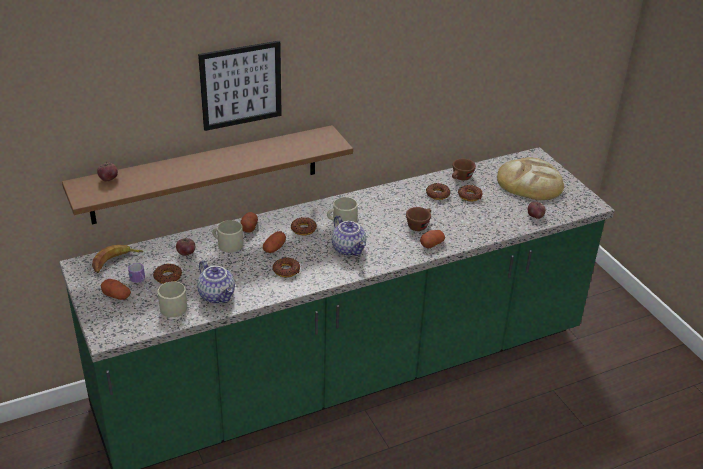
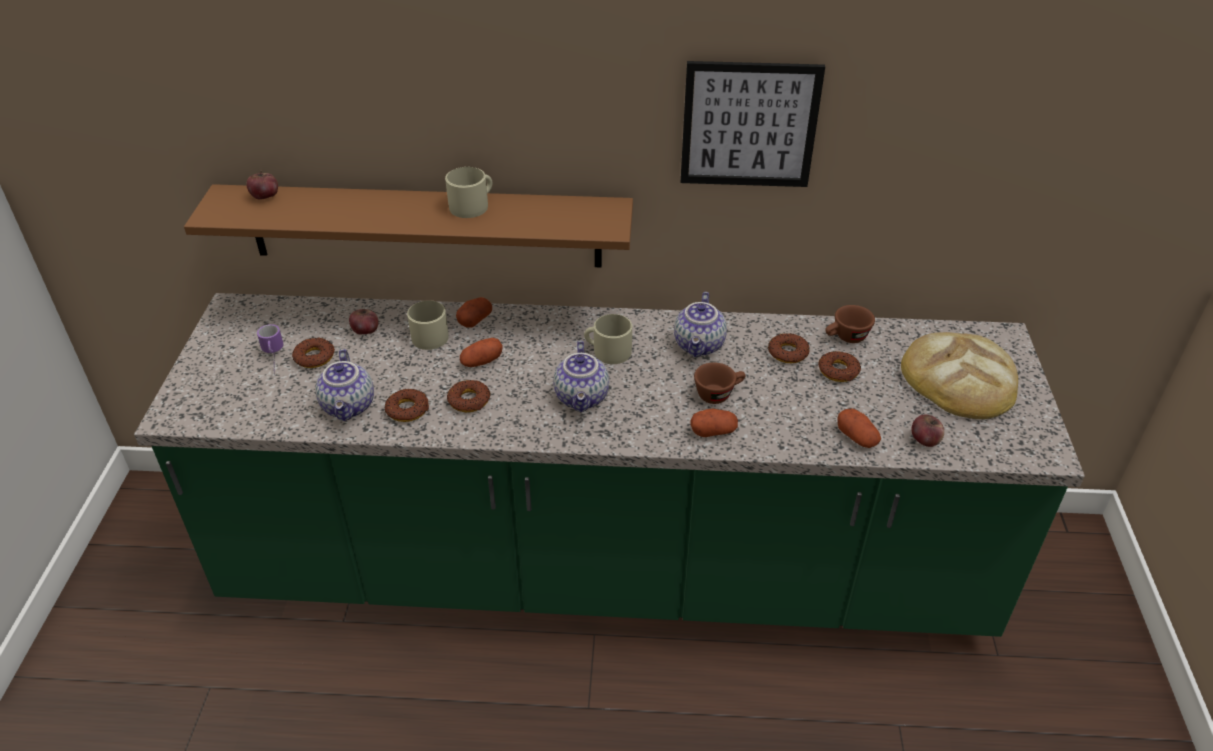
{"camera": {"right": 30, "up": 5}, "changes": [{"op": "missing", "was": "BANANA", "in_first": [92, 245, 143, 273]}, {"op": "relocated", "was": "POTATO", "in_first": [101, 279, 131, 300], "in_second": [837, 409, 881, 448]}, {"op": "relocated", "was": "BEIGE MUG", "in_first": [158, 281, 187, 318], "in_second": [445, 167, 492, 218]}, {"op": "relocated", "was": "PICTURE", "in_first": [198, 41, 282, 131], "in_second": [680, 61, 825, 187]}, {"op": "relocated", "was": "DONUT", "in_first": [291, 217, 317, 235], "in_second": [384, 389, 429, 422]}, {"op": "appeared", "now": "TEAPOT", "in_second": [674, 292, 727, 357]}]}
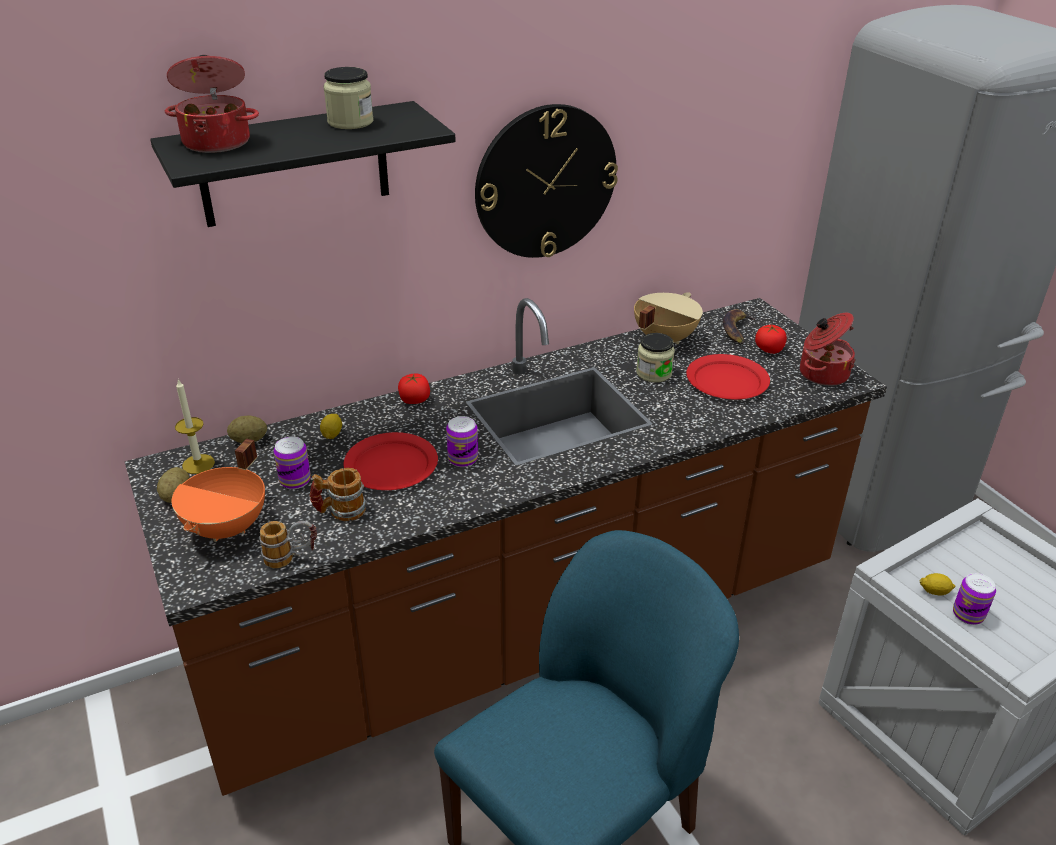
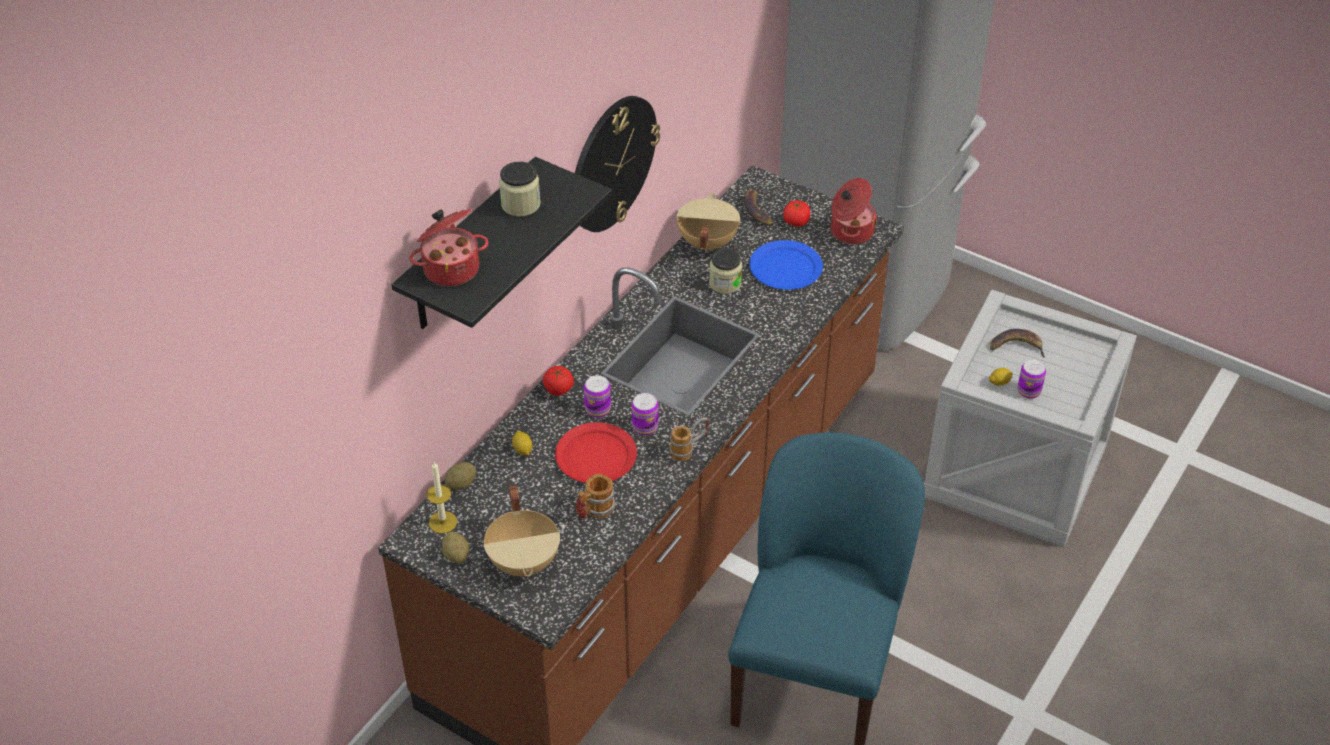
{"camera": {"right": -30, "up": 10}, "changes": [{"op": "colour", "was": "ORANGE COOKING POT", "now": "BEIGE COOKING POT", "in_first": [172, 439, 265, 542], "in_second": [483, 485, 560, 577]}, {"op": "relocated", "was": "MUG", "in_first": [259, 521, 317, 568], "in_second": [669, 417, 710, 461]}, {"op": "relocated", "was": "CAN", "in_first": [274, 437, 311, 489], "in_second": [584, 375, 611, 418]}, {"op": "colour", "was": "RED PLATE", "now": "BLUE PLATE", "in_first": [686, 354, 770, 400], "in_second": [749, 240, 823, 290]}, {"op": "appeared", "now": "BANANA", "in_second": [990, 329, 1045, 358]}]}
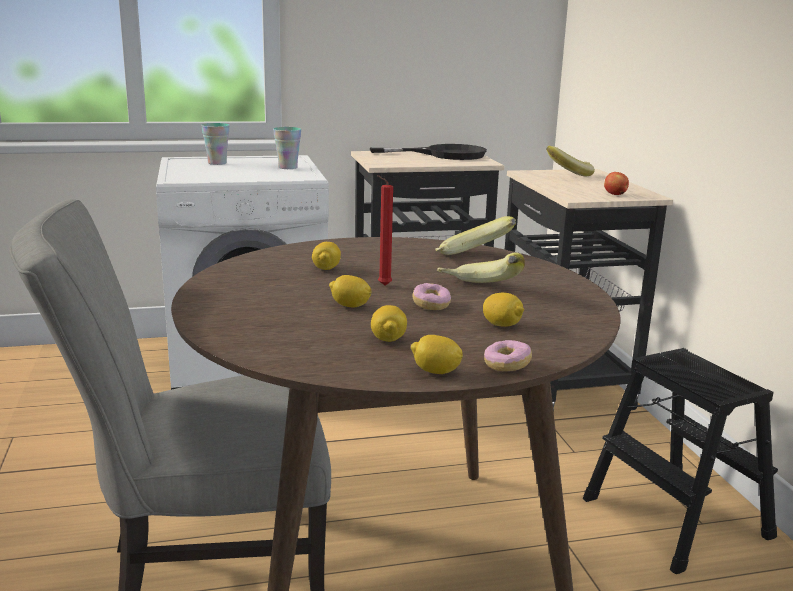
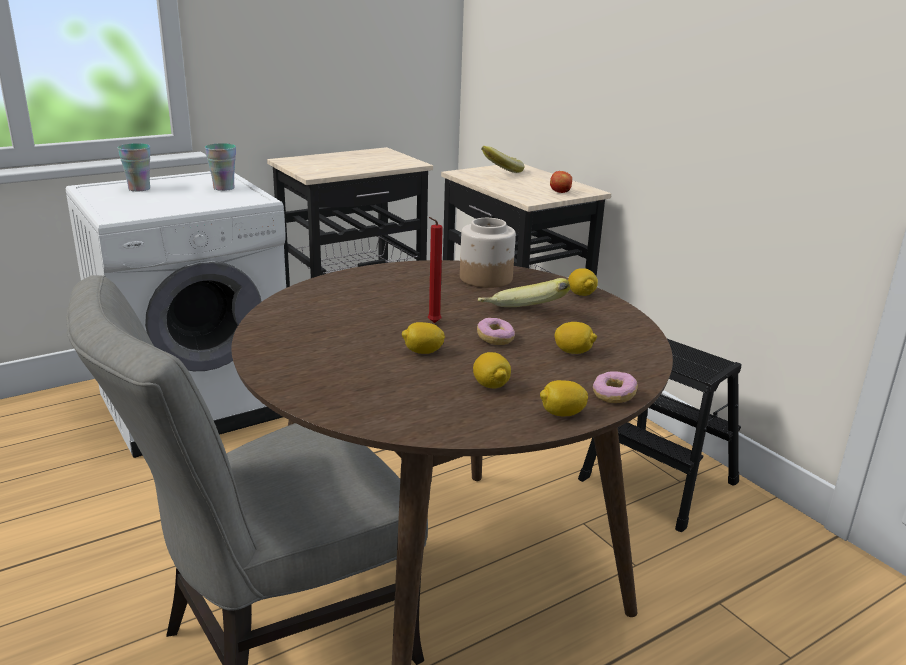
{"camera": {"right": -20, "up": 5}, "changes": [{"op": "relocated", "was": "LEMON", "in_first": [312, 242, 341, 270], "in_second": [568, 268, 598, 296]}, {"op": "missing", "was": "BLACK FRYING PAN", "in_first": [369, 144, 487, 160]}, {"op": "exchanged", "was": "BANANA", "now": "JAR", "in_first": [435, 216, 516, 255], "in_second": [460, 218, 516, 288]}]}
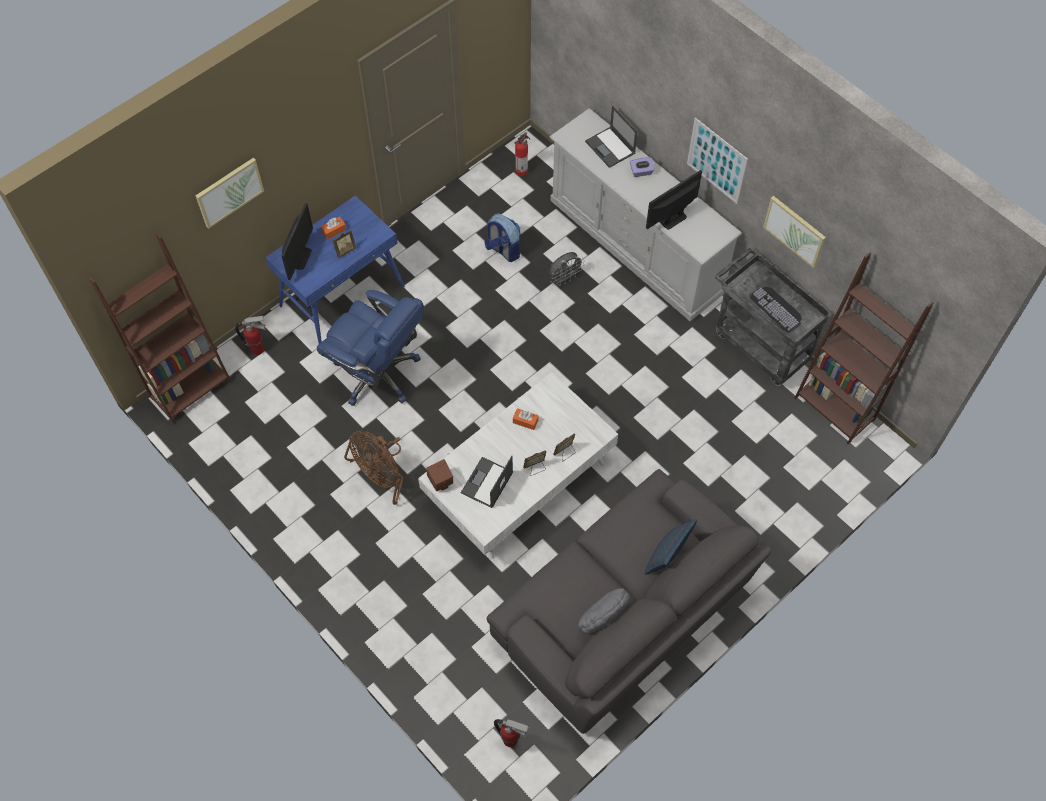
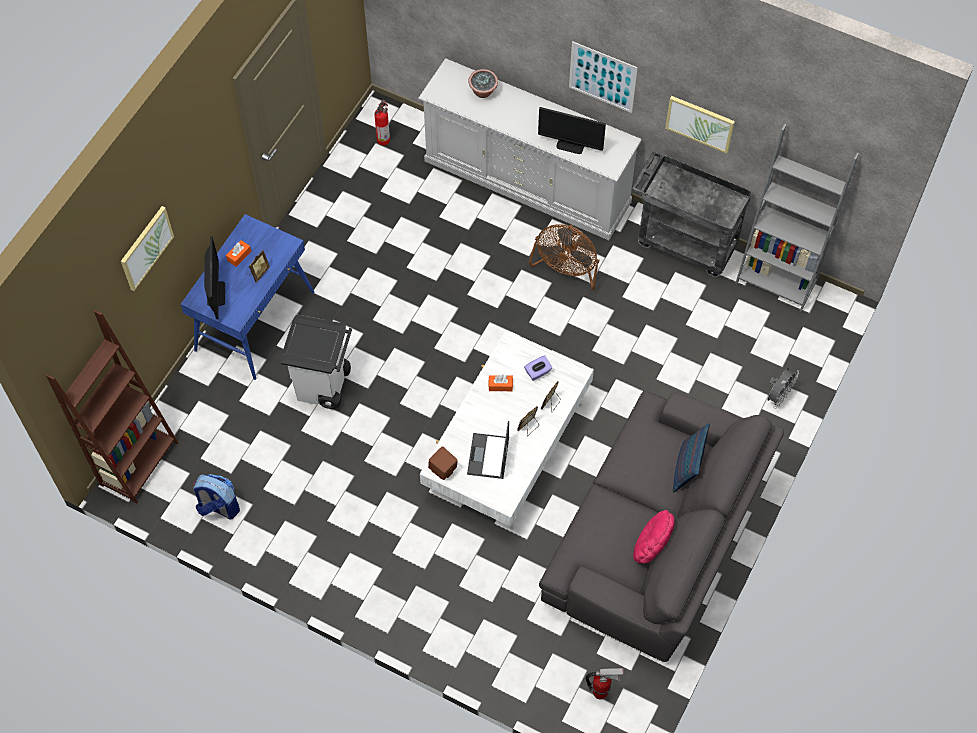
{"camera": {"right": -20, "up": 0}, "changes": [{"op": "missing", "was": "FIRE EXTINGUISHER", "in_first": [235, 315, 266, 355]}, {"op": "exchanged", "was": "BLUE OFFICE CHAIR", "now": "WHITE TRASH CAN", "in_first": [317, 290, 424, 406], "in_second": [281, 314, 352, 409]}, {"op": "relocated", "was": "BROWN FAN", "in_first": [344, 431, 403, 505], "in_second": [529, 224, 599, 290]}, {"op": "relocated", "was": "BACKPACK", "in_first": [484, 213, 520, 262], "in_second": [193, 474, 240, 520]}, {"op": "relocated", "was": "GREY FAN", "in_first": [548, 252, 584, 286], "in_second": [767, 368, 799, 408]}, {"op": "colour", "was": "GREY PILLOW", "now": "PINK PILLOW", "in_first": [579, 588, 629, 633], "in_second": [633, 510, 675, 564]}, {"op": "exchanged", "was": "LAPTOP", "now": "POTTED PLANT", "in_first": [585, 106, 638, 168], "in_second": [468, 69, 498, 98]}, {"op": "relocated", "was": "PURPLE TISSUE BOX", "in_first": [630, 157, 655, 177], "in_second": [524, 355, 552, 381]}, {"op": "spun", "was": "MONITOR", "in_first": [646, 170, 702, 229], "in_second": [538, 107, 606, 154], "clockwise": -105}, {"op": "missing", "was": "KEYBOARD", "in_first": [749, 287, 802, 333]}, {"op": "colour", "was": "BROWN BOOKCASE", "now": "GREY BOOKCASE", "in_first": [794, 252, 934, 444], "in_second": [735, 124, 859, 312]}]}
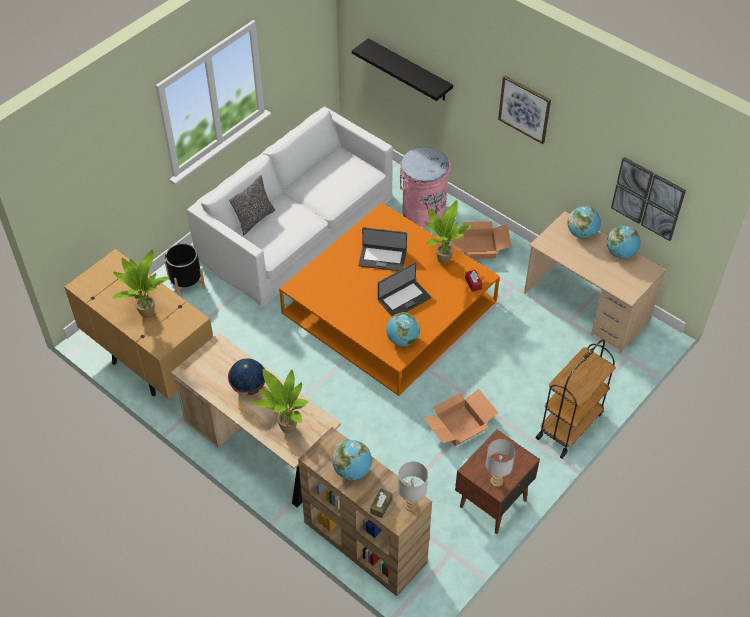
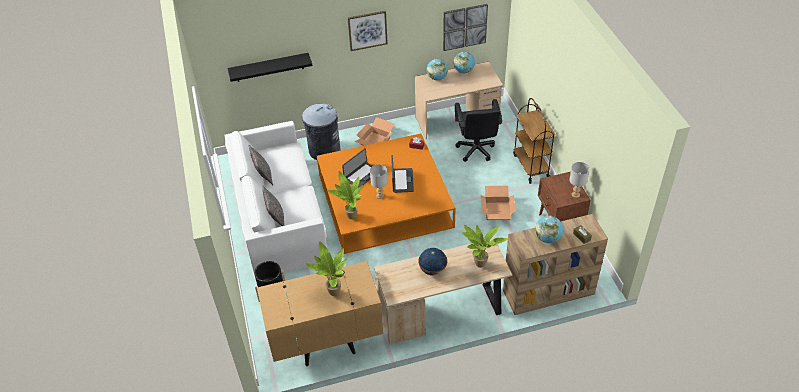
{"camera": {"right": -55, "up": -5}, "changes": [{"op": "missing", "was": "GLOBE", "in_first": [386, 312, 420, 346]}, {"op": "relocated", "was": "GREY TABLE LAMP", "in_first": [398, 461, 428, 512], "in_second": [370, 164, 388, 199]}, {"op": "colour", "was": "PINK TRASH CAN", "now": "GREY TRASH CAN", "in_first": [400, 147, 451, 227], "in_second": [302, 103, 341, 160]}, {"op": "relocated", "was": "POTTED PLANT", "in_first": [424, 200, 473, 264], "in_second": [328, 171, 363, 219]}, {"op": "appeared", "now": "PILLOW", "in_second": [249, 145, 273, 185]}, {"op": "appeared", "now": "BLACK OFFICE CHAIR", "in_second": [455, 99, 502, 162]}]}
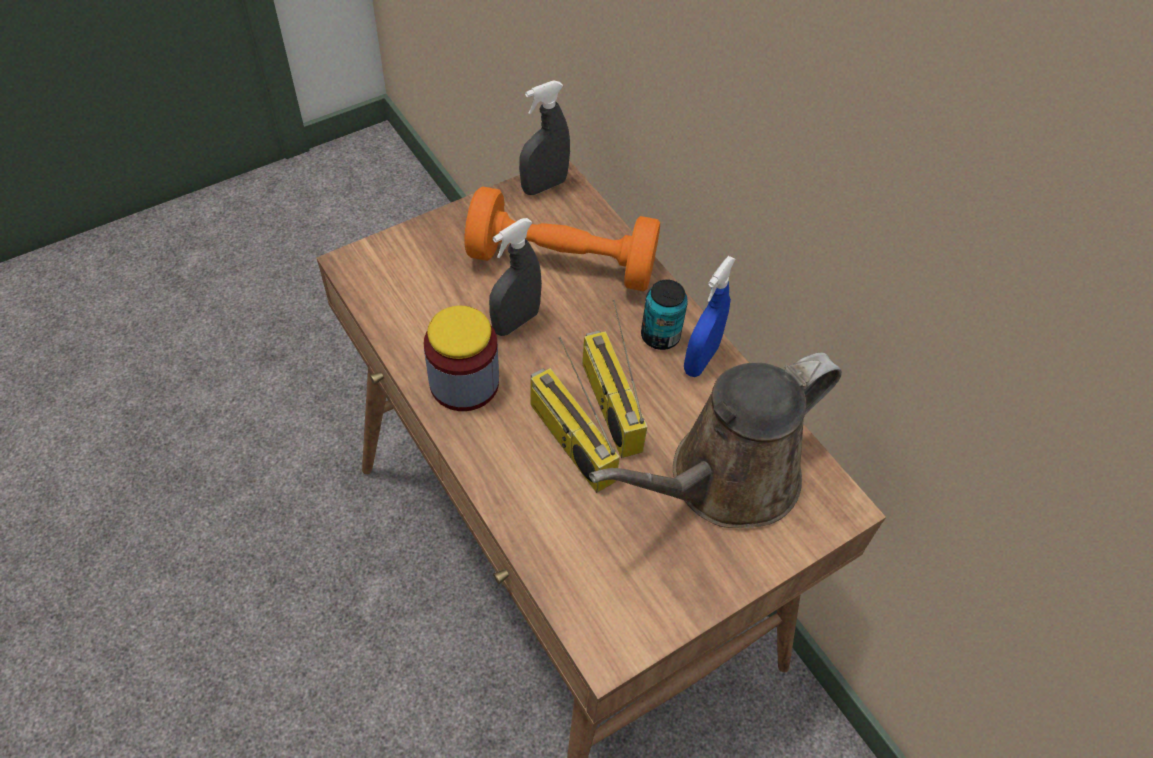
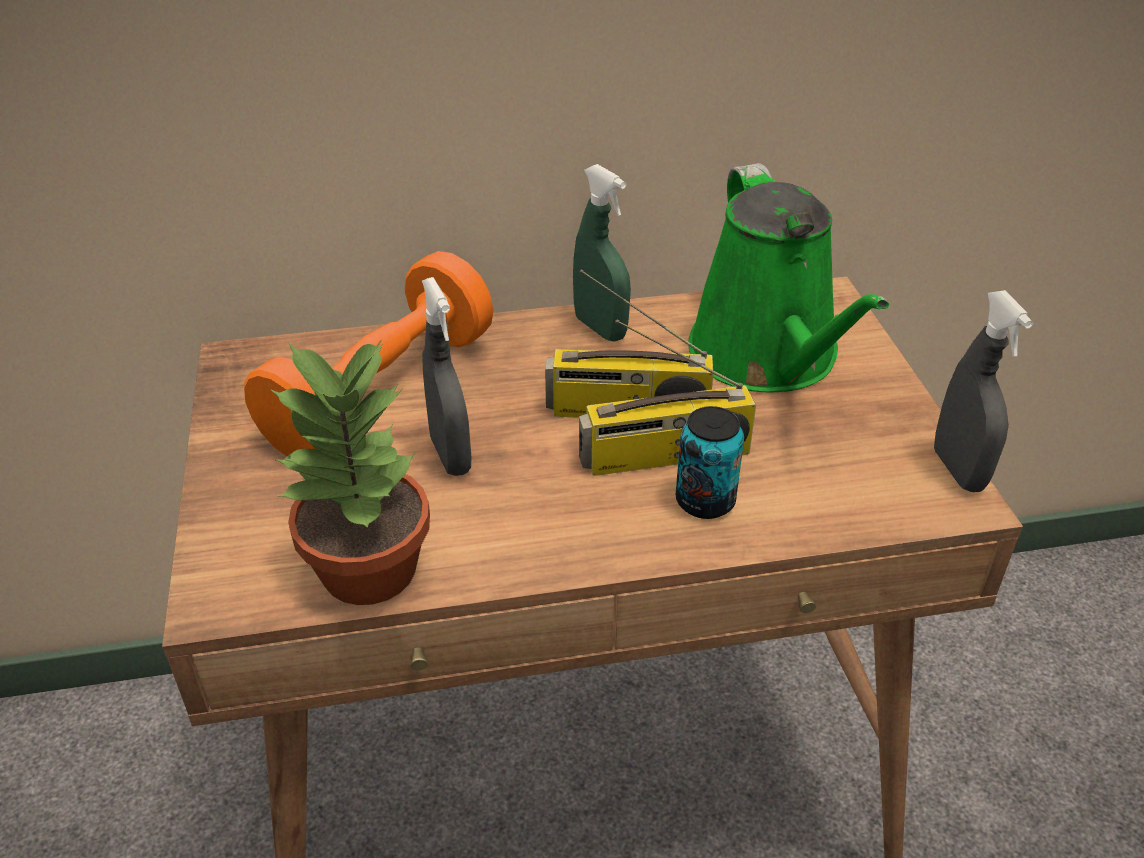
{"camera": {"right": -65, "up": -15}, "changes": [{"op": "missing", "was": "JAR", "in_first": [424, 306, 499, 411]}, {"op": "relocated", "was": "GREY SPRAY BOTTLE", "in_first": [519, 80, 570, 195], "in_second": [934, 290, 1033, 492]}, {"op": "colour", "was": "BROWN WATERING CAN", "now": "GREEN WATERING CAN", "in_first": [589, 353, 842, 528], "in_second": [688, 163, 889, 392]}, {"op": "relocated", "was": "CAN", "in_first": [641, 280, 688, 350], "in_second": [676, 406, 744, 519]}, {"op": "colour", "was": "BLUE SPRAY BOTTLE", "now": "GREEN SPRAY BOTTLE", "in_first": [684, 256, 736, 377], "in_second": [573, 164, 631, 341]}, {"op": "appeared", "now": "POTTED PLANT", "in_second": [270, 341, 430, 605]}]}
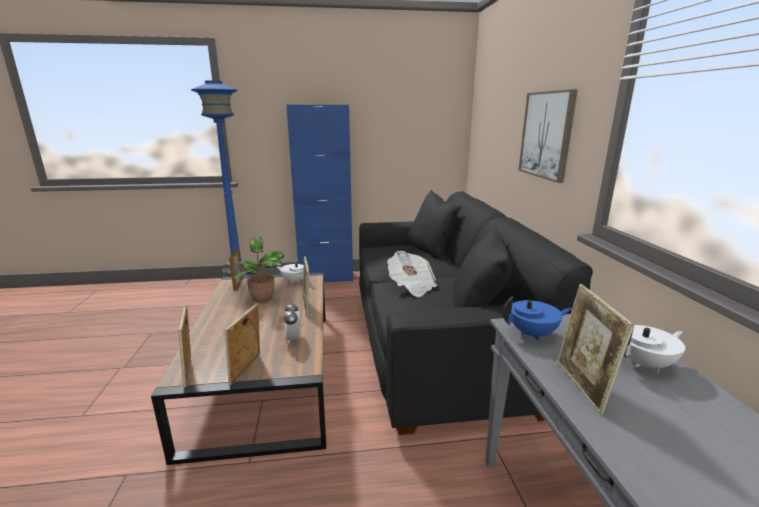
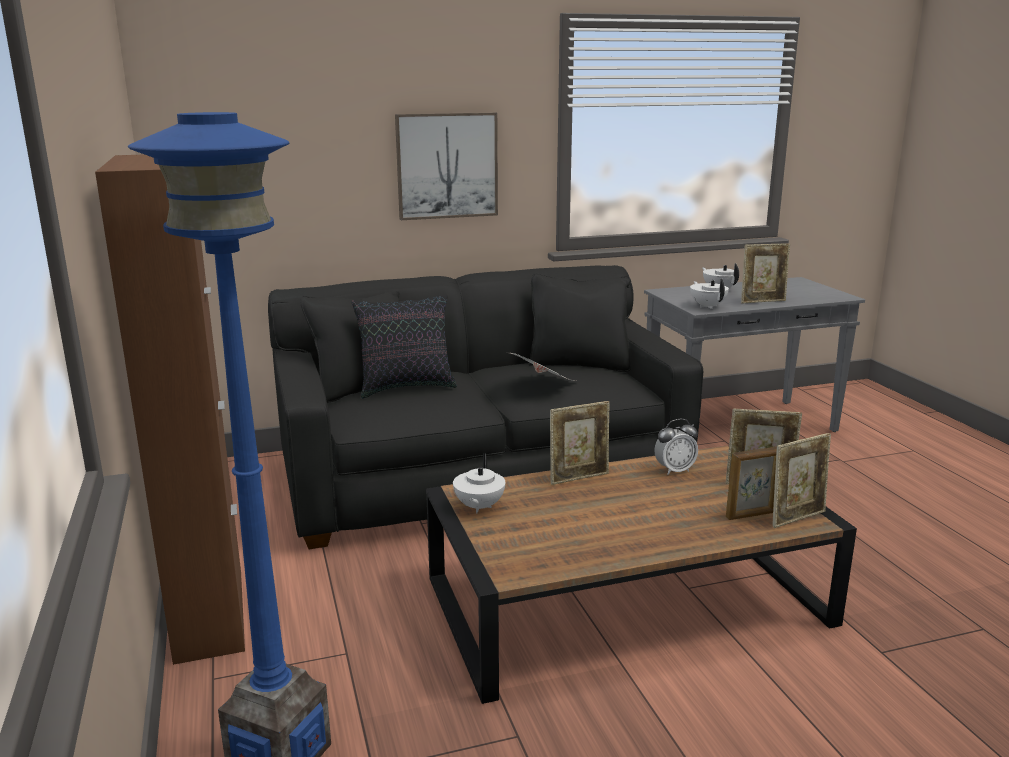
{"camera": {"right": -100, "up": 0}, "changes": [{"op": "relocated", "was": "PICTURE FRAME", "in_first": [229, 248, 243, 291], "in_second": [726, 447, 777, 520]}, {"op": "missing", "was": "POTTED PLANT", "in_first": [234, 237, 284, 303]}, {"op": "colour", "was": "BLUE CABINET", "now": "BROWN CABINET", "in_first": [286, 105, 353, 282], "in_second": [95, 154, 245, 665]}, {"op": "colour", "was": "BLUE TEAPOT", "now": "WHITE TEAPOT", "in_first": [502, 297, 571, 341], "in_second": [690, 279, 729, 309]}, {"op": "appeared", "now": "BLACK PILLOW", "in_second": [352, 294, 457, 399]}]}
